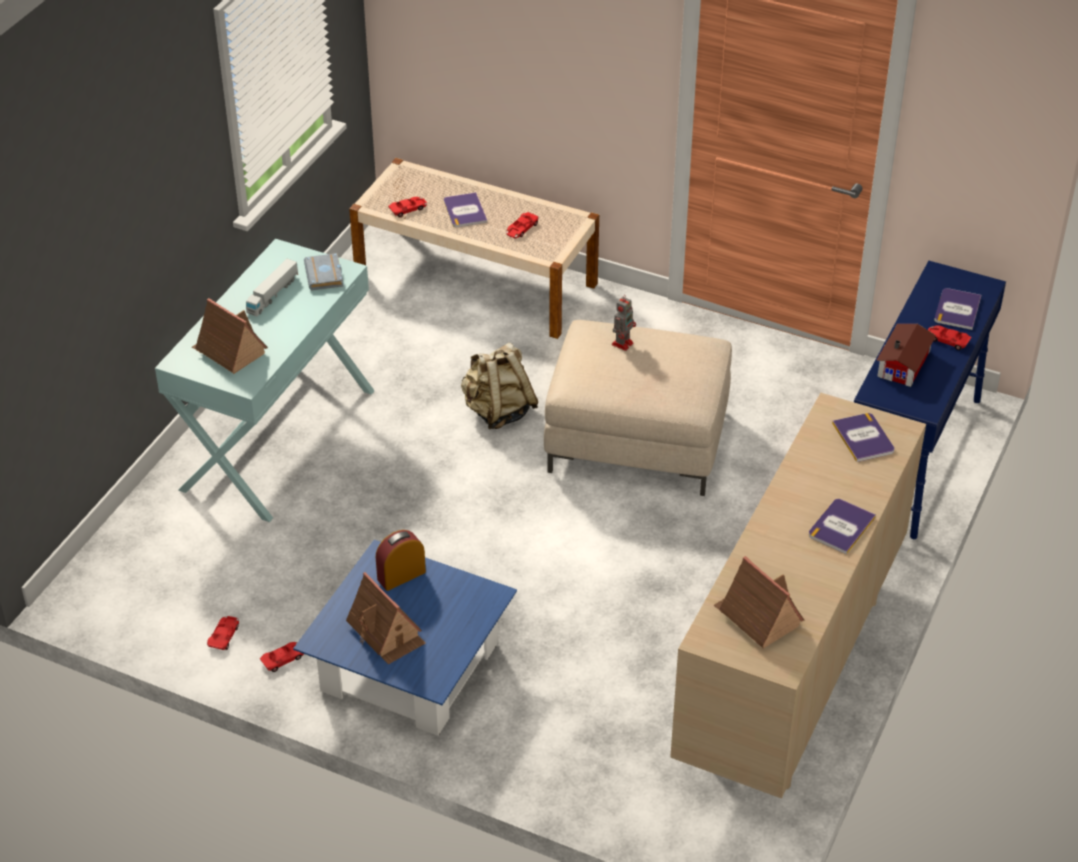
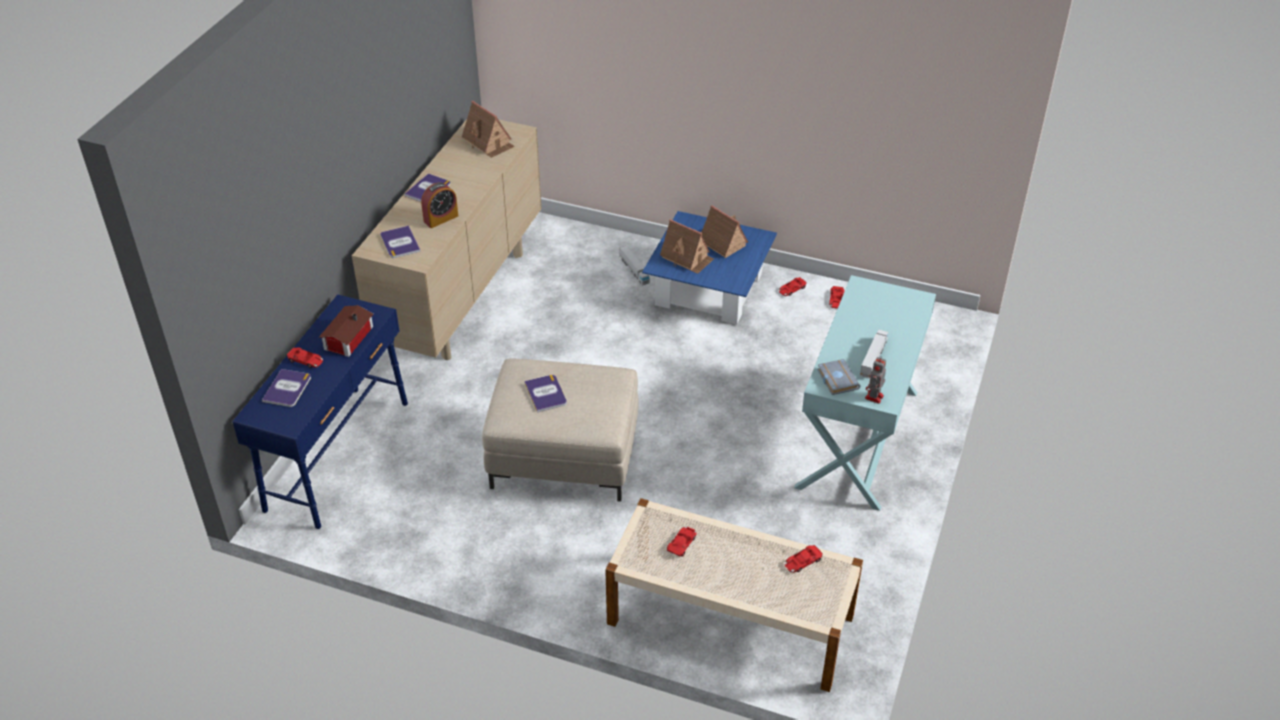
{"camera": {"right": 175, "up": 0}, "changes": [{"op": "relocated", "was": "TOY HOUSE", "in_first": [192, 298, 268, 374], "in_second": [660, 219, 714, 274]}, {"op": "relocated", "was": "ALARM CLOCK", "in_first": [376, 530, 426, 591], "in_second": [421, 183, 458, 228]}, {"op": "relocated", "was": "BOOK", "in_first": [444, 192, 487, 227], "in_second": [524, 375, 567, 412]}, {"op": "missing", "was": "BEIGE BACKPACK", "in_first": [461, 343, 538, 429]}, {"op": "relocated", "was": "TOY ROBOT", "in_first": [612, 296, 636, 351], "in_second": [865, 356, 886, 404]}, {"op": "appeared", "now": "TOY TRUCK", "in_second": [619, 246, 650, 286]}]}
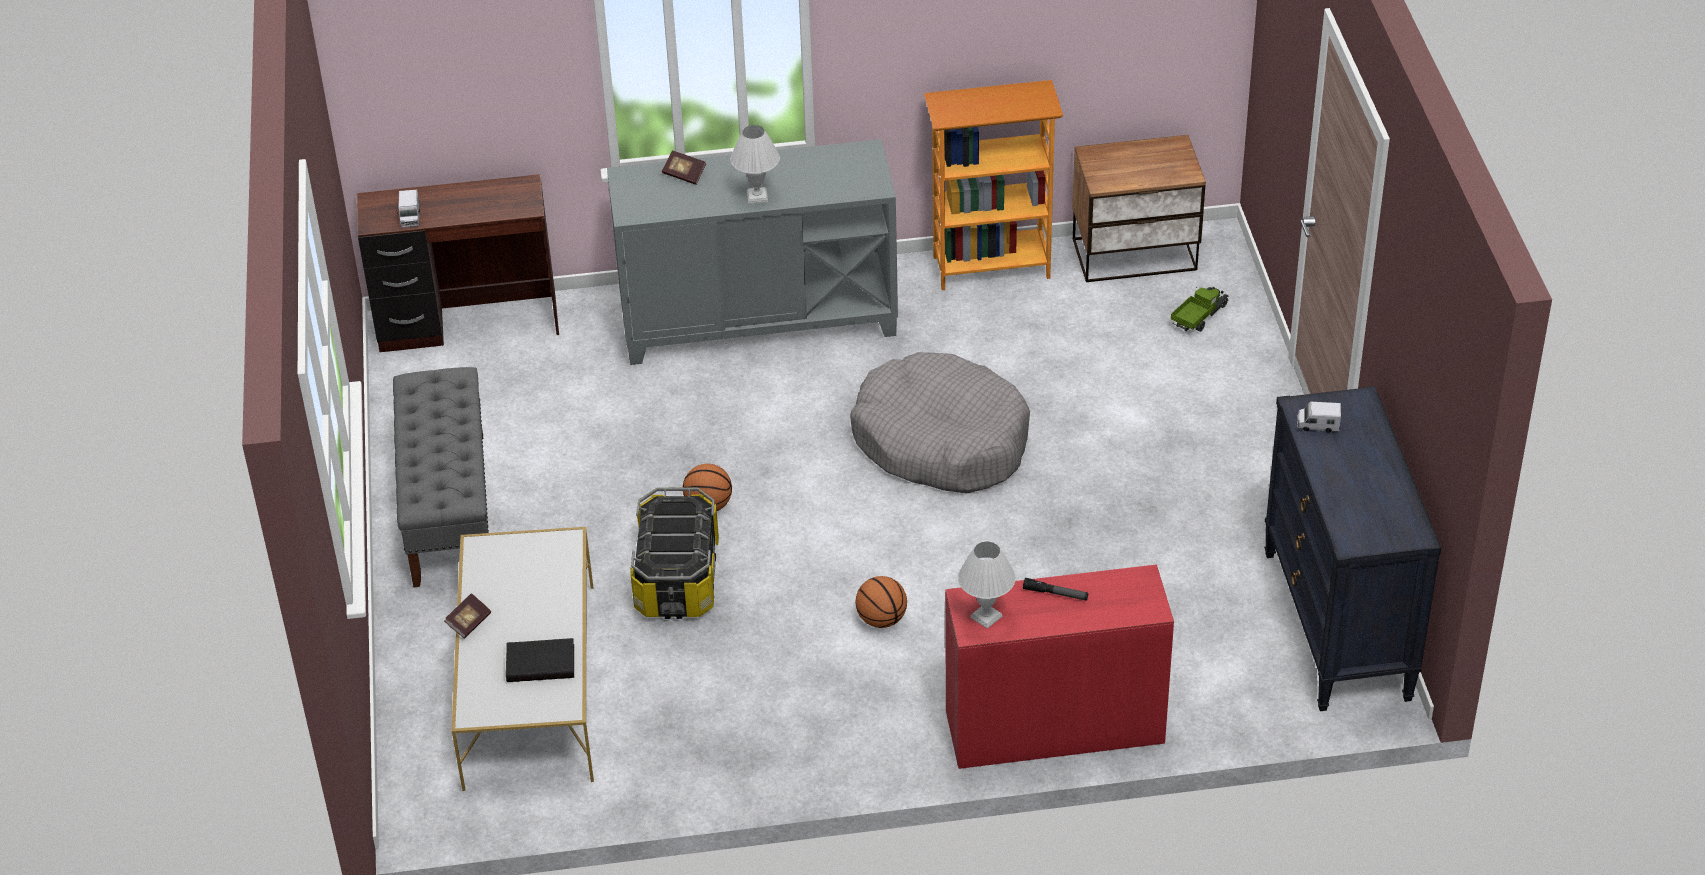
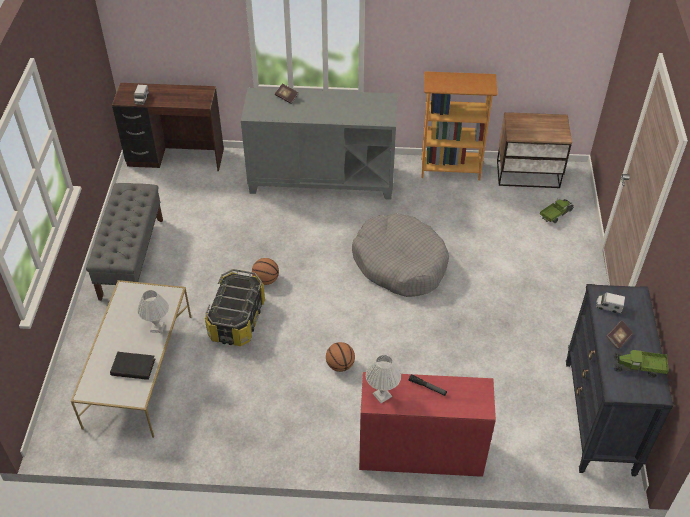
{"camera": {"right": 10, "up": 5}, "changes": [{"op": "relocated", "was": "BOOK", "in_first": [444, 593, 491, 639], "in_second": [606, 320, 633, 349]}, {"op": "relocated", "was": "WHITE TABLE LAMP", "in_first": [730, 125, 780, 204], "in_second": [137, 290, 169, 333]}, {"op": "appeared", "now": "TOY TRUCK", "in_second": [613, 350, 669, 378]}]}
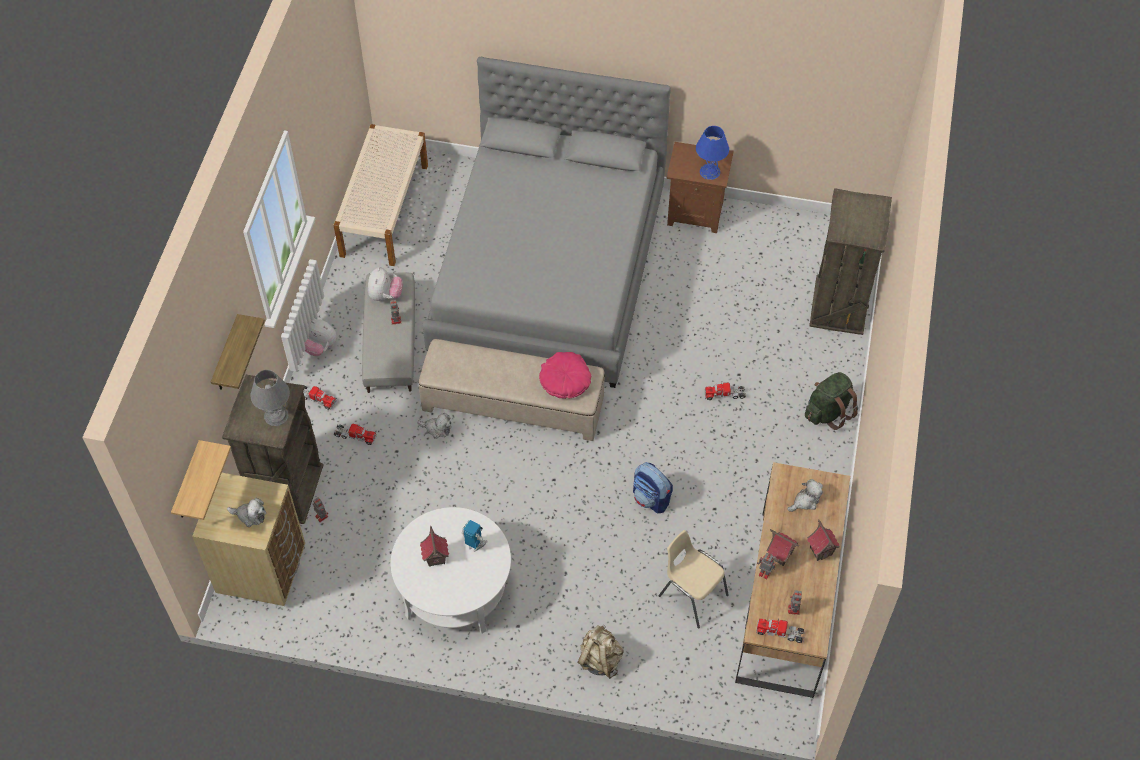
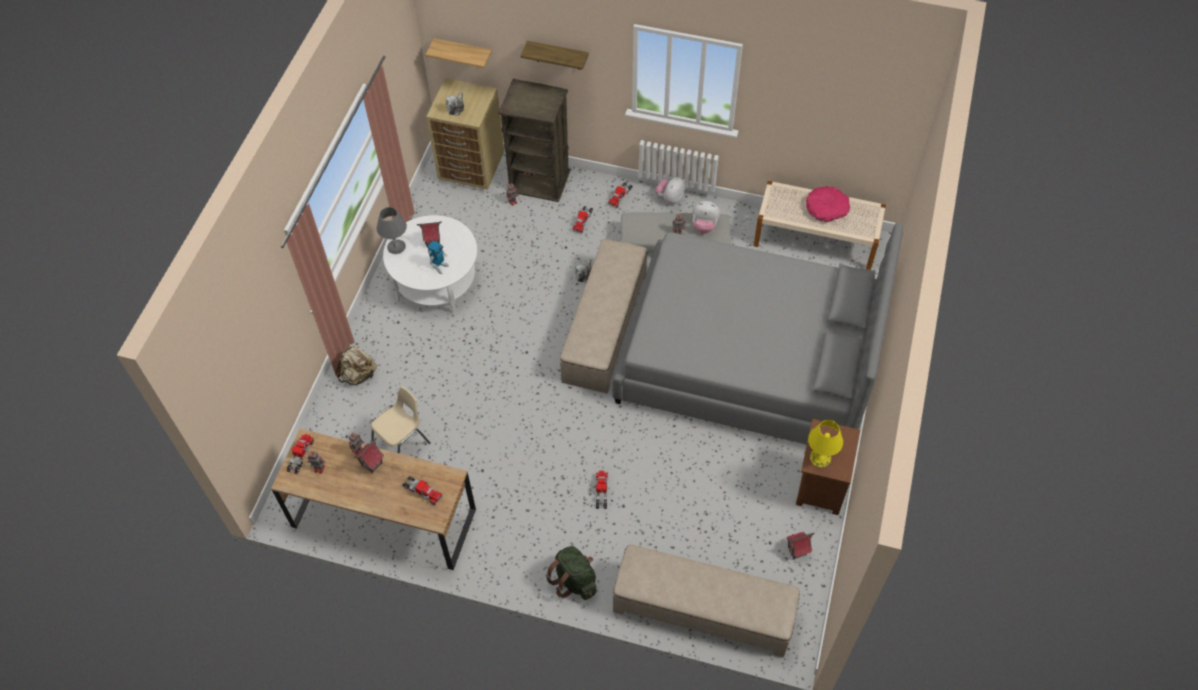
{"camera": {"right": 95, "up": 0}, "changes": [{"op": "relocated", "was": "GREY TABLE LAMP", "in_first": [250, 370, 290, 426], "in_second": [376, 207, 407, 254]}, {"op": "relocated", "was": "PINK PILLOW", "in_first": [539, 352, 591, 399], "in_second": [806, 186, 850, 222]}, {"op": "missing", "was": "BACKPACK", "in_first": [633, 462, 673, 514]}, {"op": "colour", "was": "BLUE TABLE LAMP", "now": "YELLOW TABLE LAMP", "in_first": [696, 126, 729, 180], "in_second": [808, 420, 843, 467]}, {"op": "exchanged", "was": "PLUSH TOY", "now": "TOY TRUCK", "in_first": [787, 479, 823, 512], "in_second": [403, 476, 443, 505]}, {"op": "relocated", "was": "TOY HOUSE", "in_first": [807, 519, 840, 561], "in_second": [786, 532, 815, 559]}, {"op": "exchanged", "was": "BROWN BOOKCASE", "now": "BEIGE BENCH", "in_first": [809, 188, 892, 335], "in_second": [613, 544, 800, 657]}]}
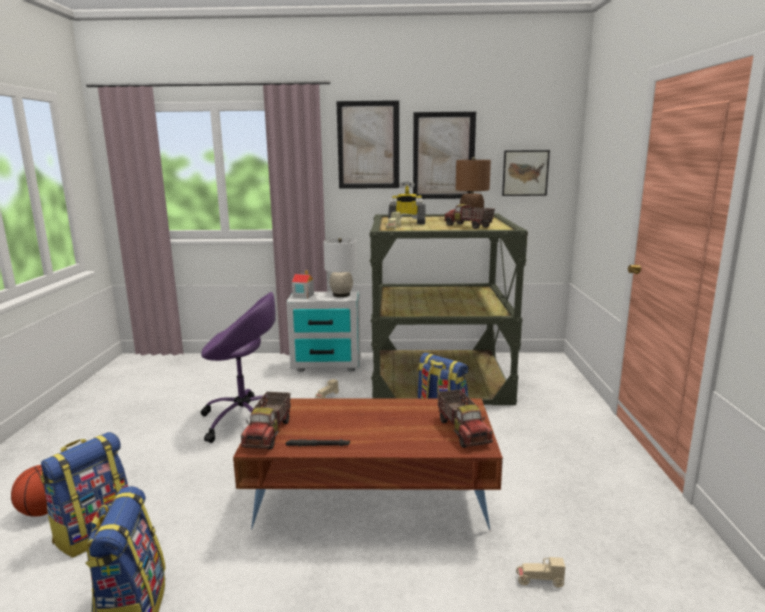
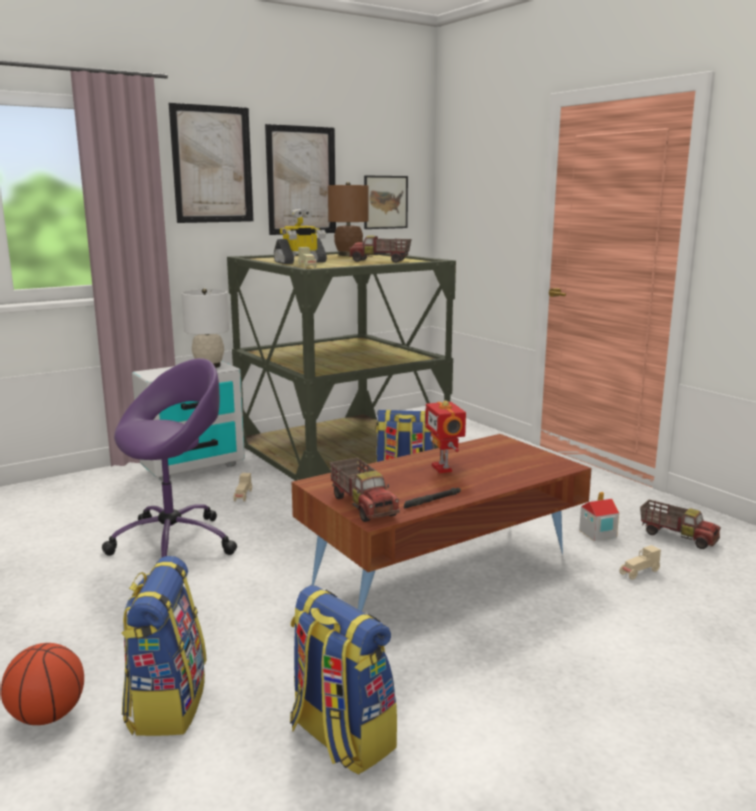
{"camera": {"right": -35, "up": 0}, "changes": [{"op": "relocated", "was": "TOY HOUSE", "in_first": [292, 270, 314, 299], "in_second": [579, 492, 619, 541]}, {"op": "relocated", "was": "TOY TRUCK", "in_first": [437, 389, 493, 448], "in_second": [640, 500, 721, 549]}, {"op": "appeared", "now": "TOY ROBOT", "in_second": [425, 400, 466, 473]}]}
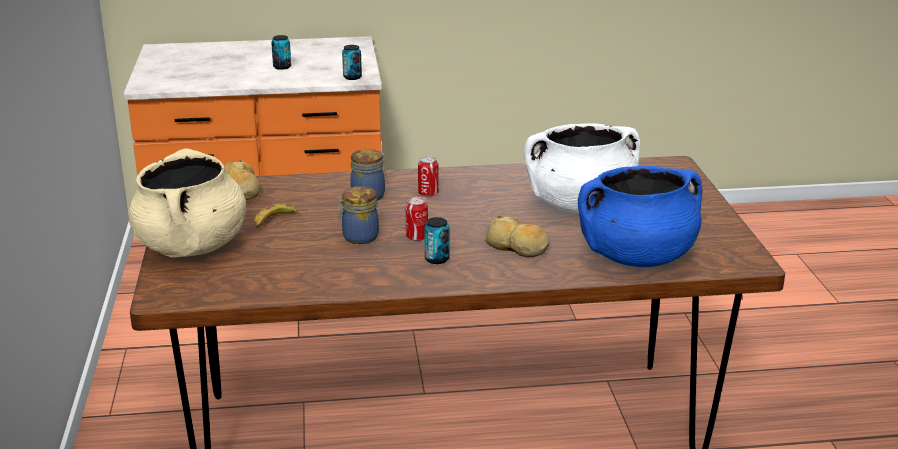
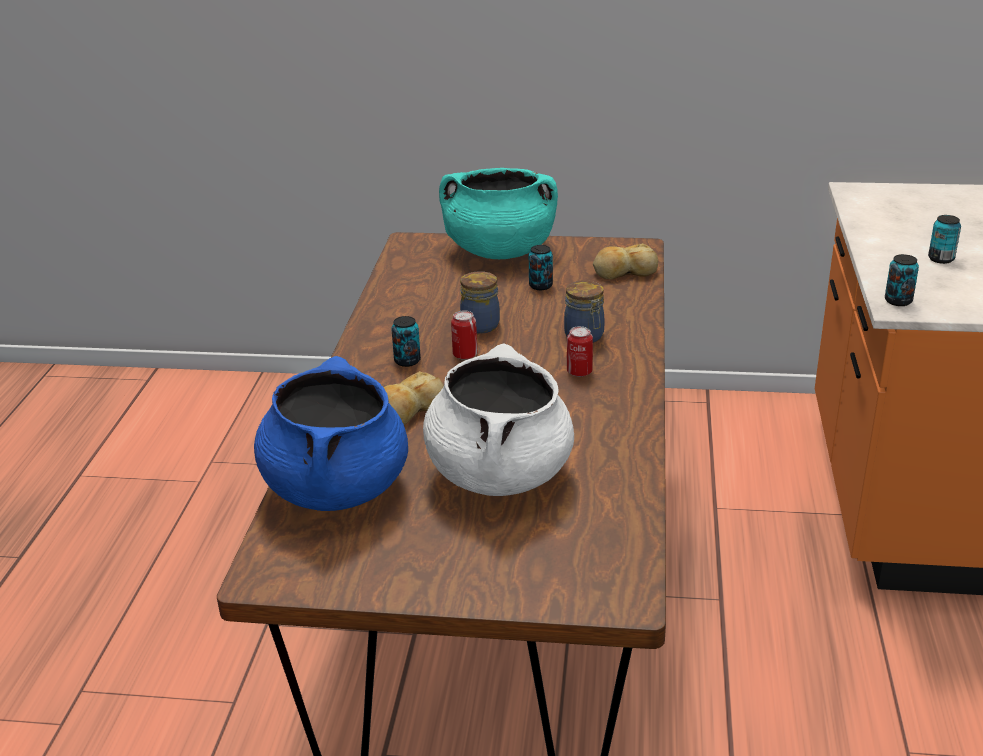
{"camera": {"right": 105, "up": 5}, "changes": [{"op": "colour", "was": "BEIGE COOKING POT", "now": "TURQUOISE COOKING POT", "in_first": [128, 148, 246, 257], "in_second": [439, 168, 558, 259]}, {"op": "exchanged", "was": "BANANA", "now": "CAN", "in_first": [254, 203, 298, 228], "in_second": [529, 245, 553, 290]}]}
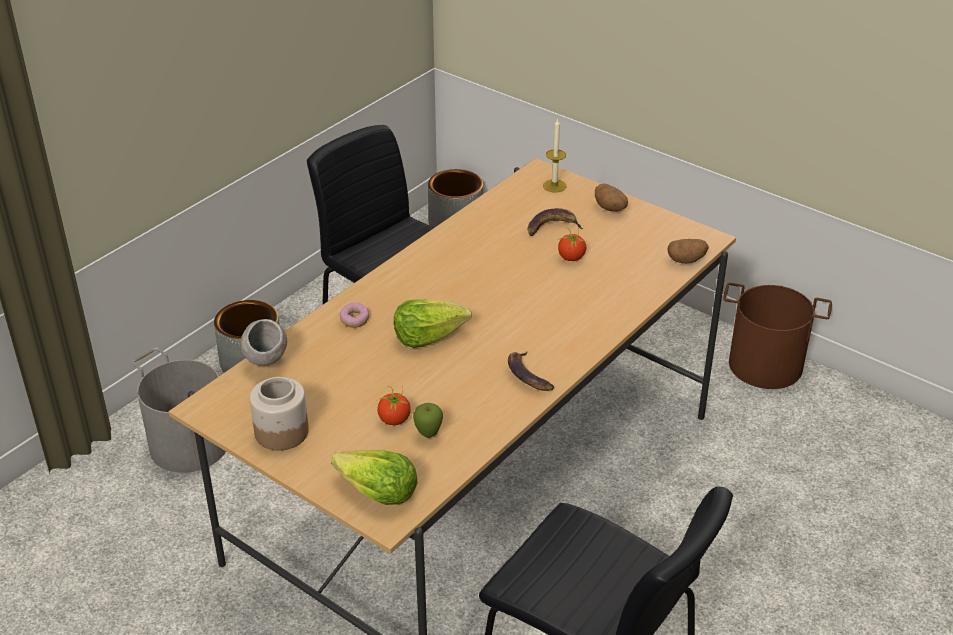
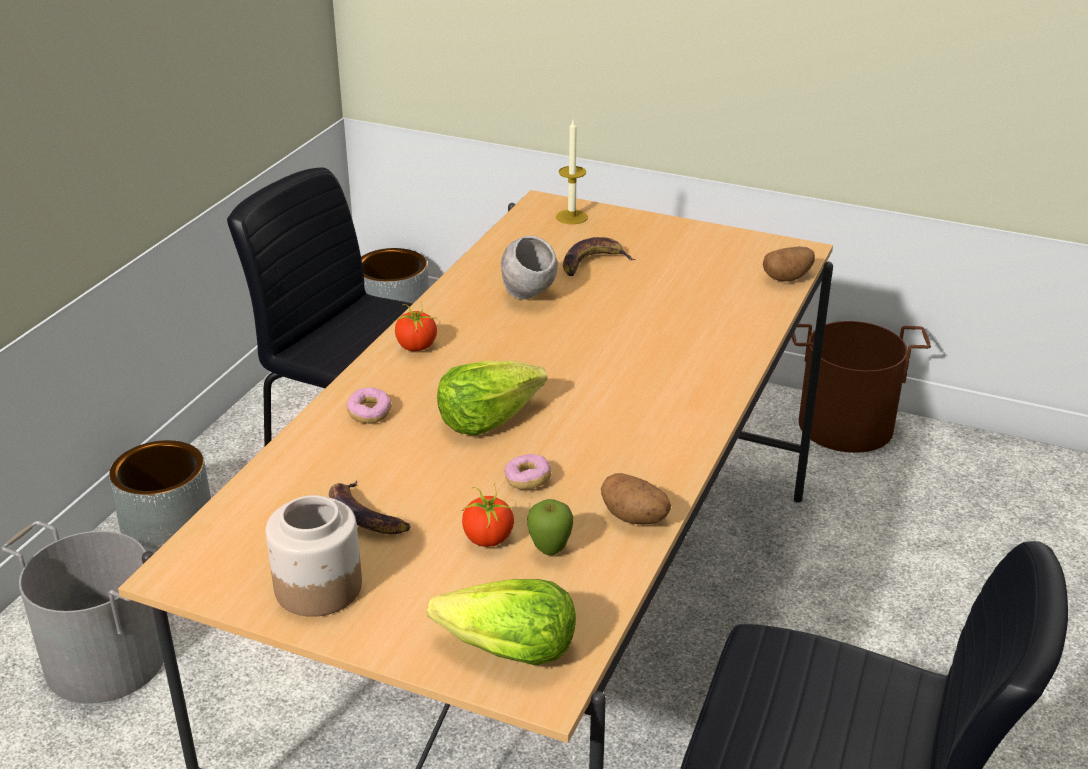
{"camera": {"right": -15, "up": -5}, "changes": [{"op": "relocated", "was": "GREY BOWL", "in_first": [241, 319, 287, 366], "in_second": [501, 236, 558, 299]}, {"op": "relocated", "was": "BANANA", "in_first": [508, 352, 554, 391], "in_second": [329, 480, 410, 534]}, {"op": "relocated", "was": "TOMATO", "in_first": [558, 228, 586, 261], "in_second": [395, 304, 437, 351]}, {"op": "relocated", "was": "POTATO", "in_first": [595, 184, 628, 212], "in_second": [601, 473, 671, 524]}, {"op": "appeared", "now": "DONUT", "in_second": [505, 454, 551, 490]}]}
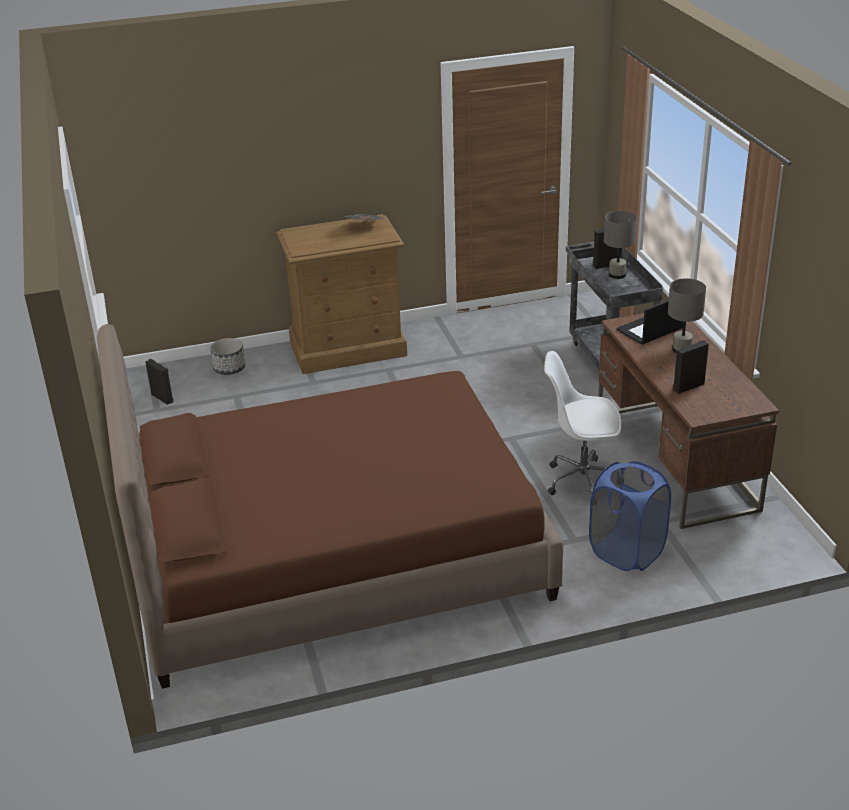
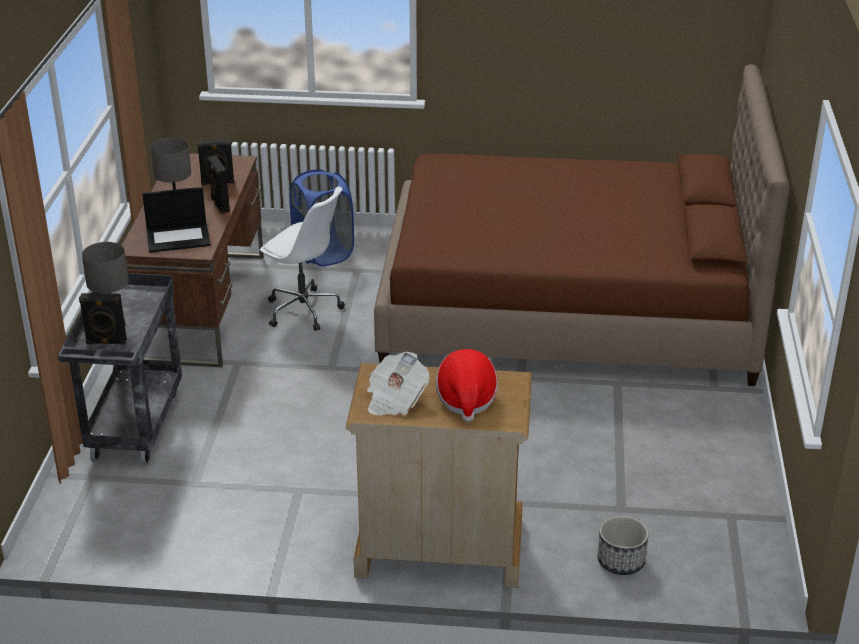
{"camera": {"right": -160, "up": 0}, "changes": [{"op": "relocated", "was": "BLACK SPEAKER", "in_first": [145, 359, 173, 405], "in_second": [207, 156, 230, 214]}, {"op": "appeared", "now": "HAT", "in_second": [436, 349, 498, 422]}]}
